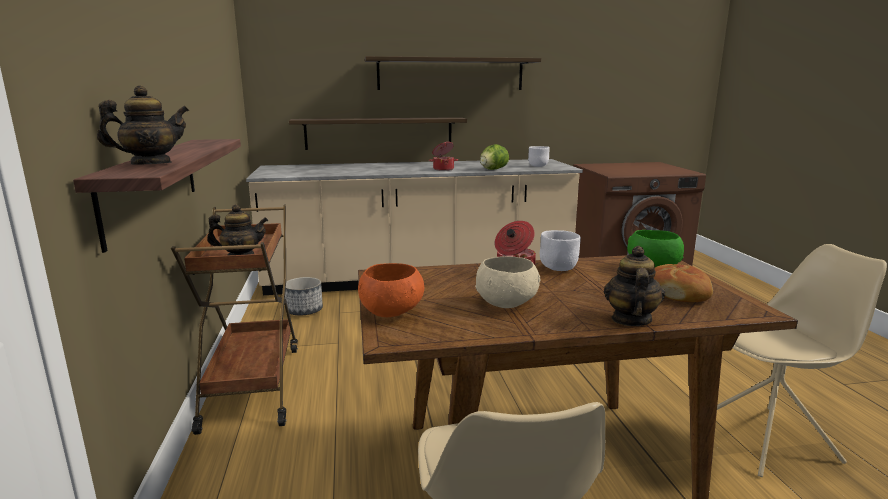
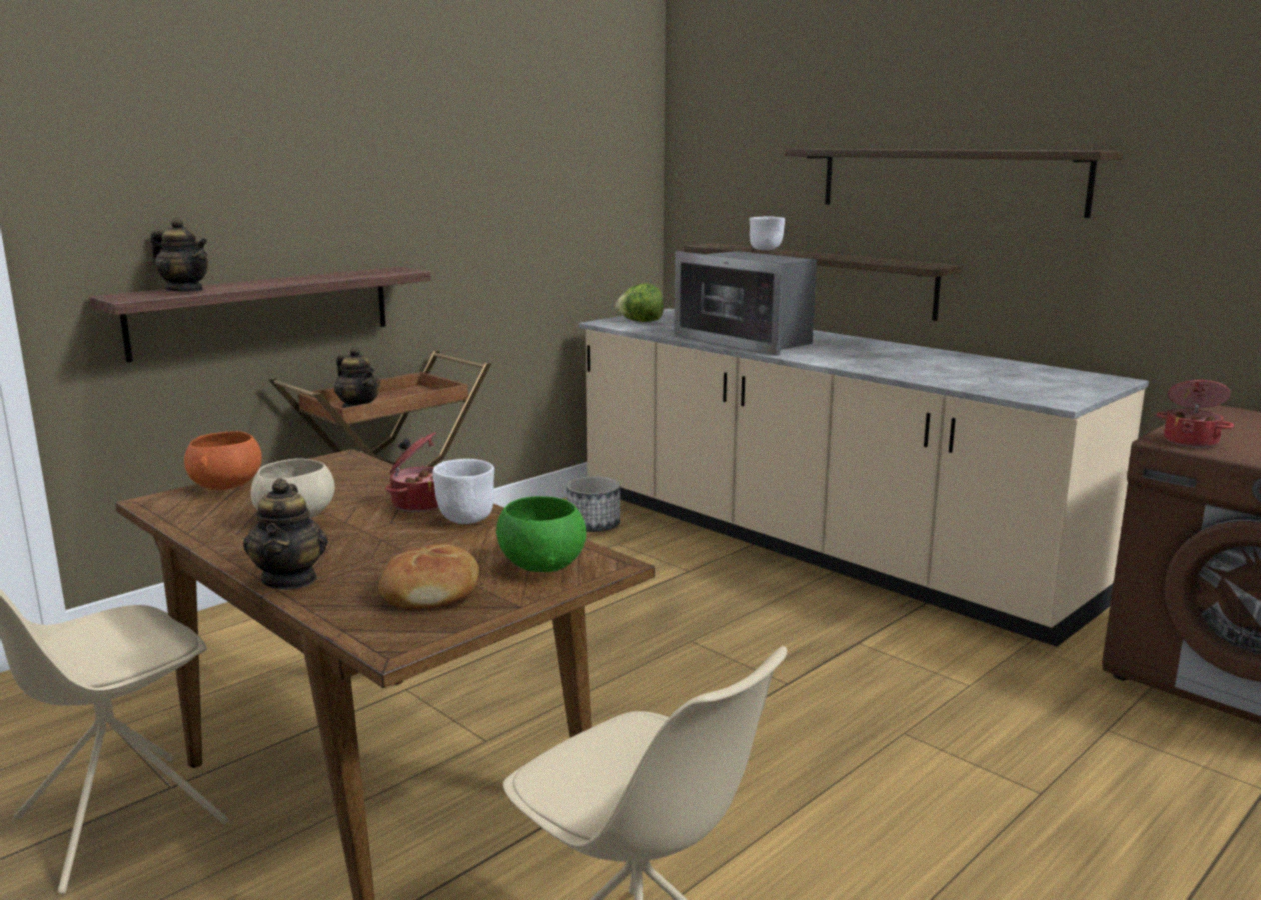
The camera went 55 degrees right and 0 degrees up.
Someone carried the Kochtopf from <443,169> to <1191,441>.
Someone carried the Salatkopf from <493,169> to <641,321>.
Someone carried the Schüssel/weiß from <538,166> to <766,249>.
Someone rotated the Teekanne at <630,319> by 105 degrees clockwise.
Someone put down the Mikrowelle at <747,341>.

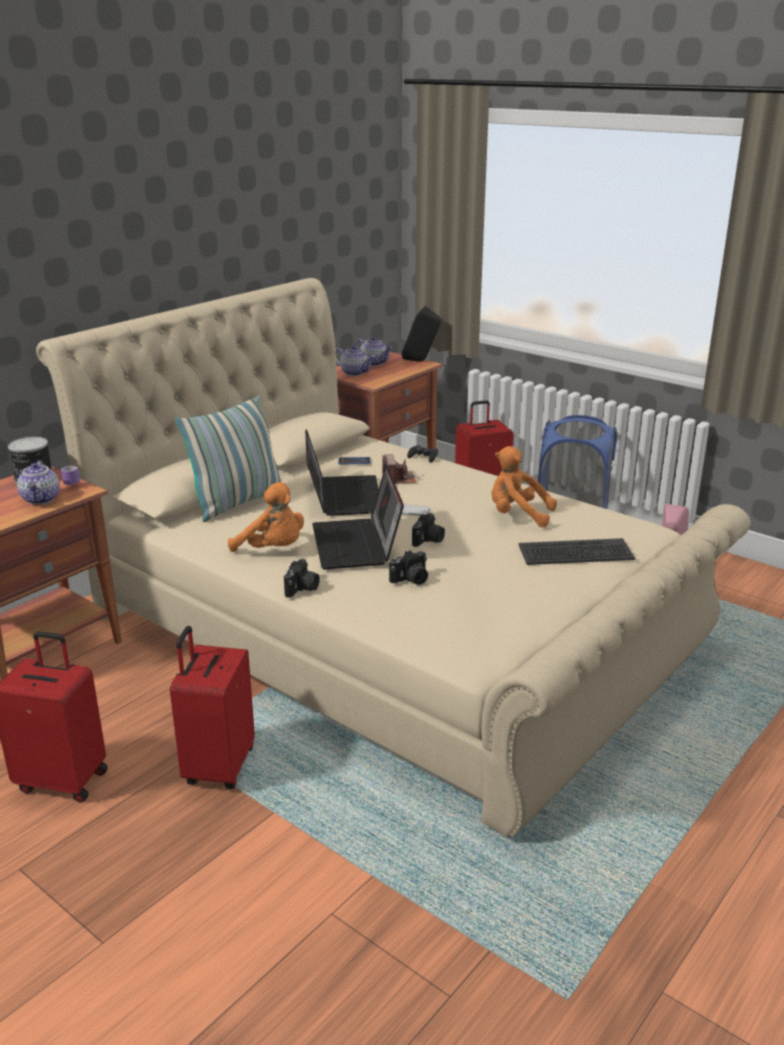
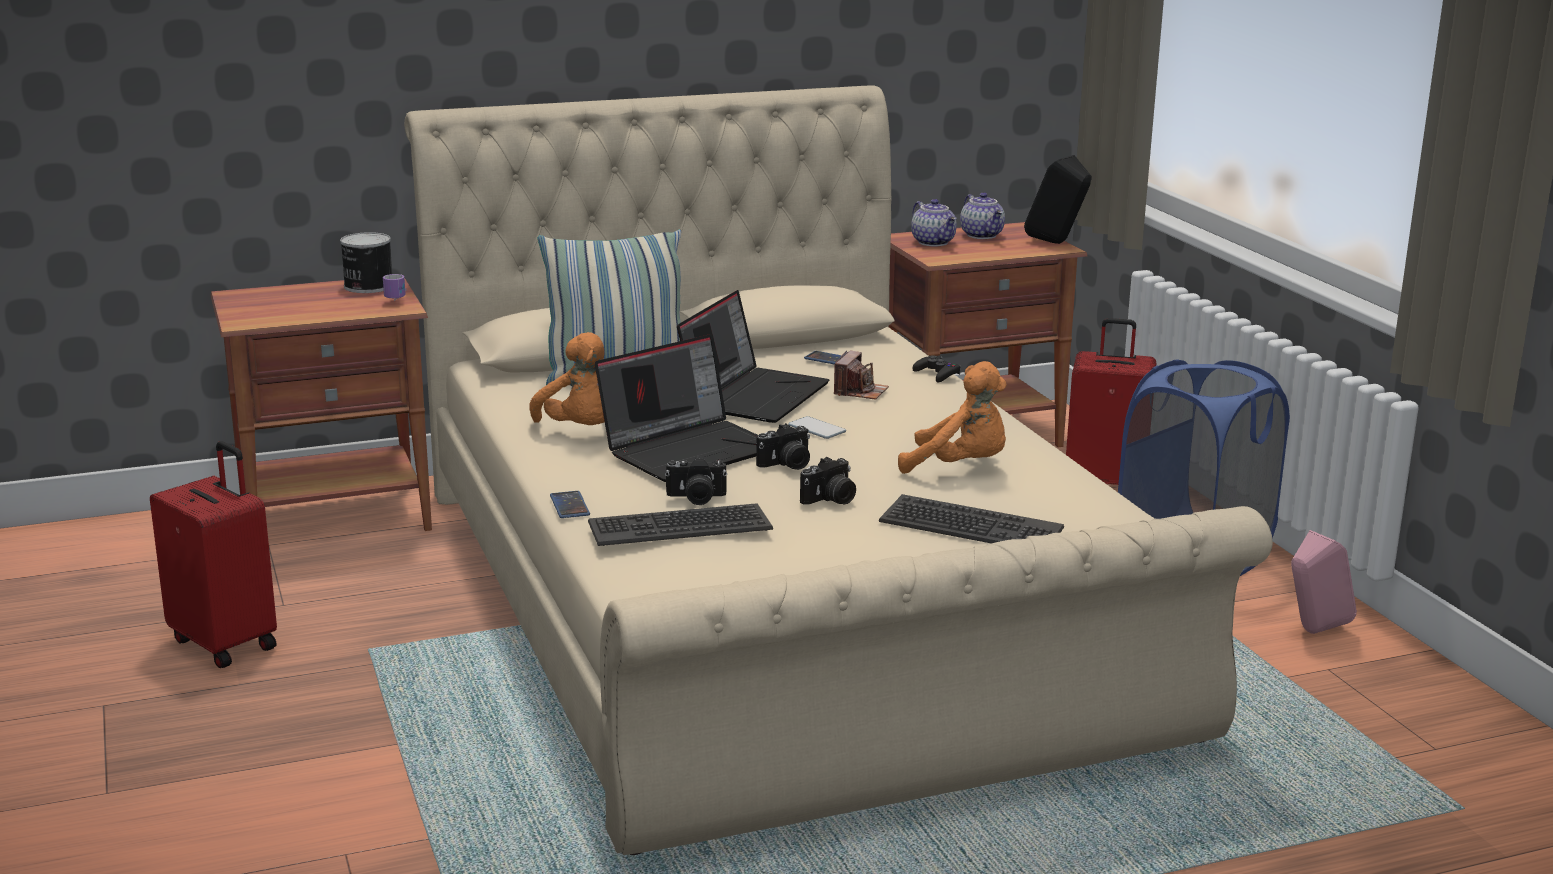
The camera went 30 degrees right and 5 degrees down.
Someone rotated the Plüschtier/orange at <517,515> by 150 degrees clockwise.
Someone took away the Teekanne at <42,499>.
Someone rotated the Laptop at <357,545> by 150 degrees counterclockwise.
Someone carried the Kamera from <302,589> to <830,500>.
Someone took away the Koffer/rot at <218,767>.
Someone put down the Handy at <569,505>.
Someone put down the Tastatur at <679,526>.

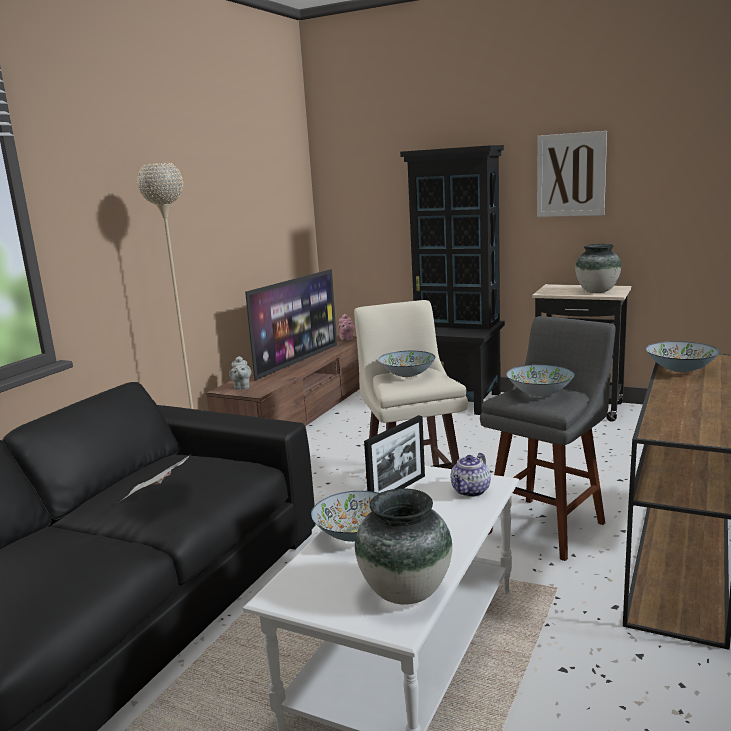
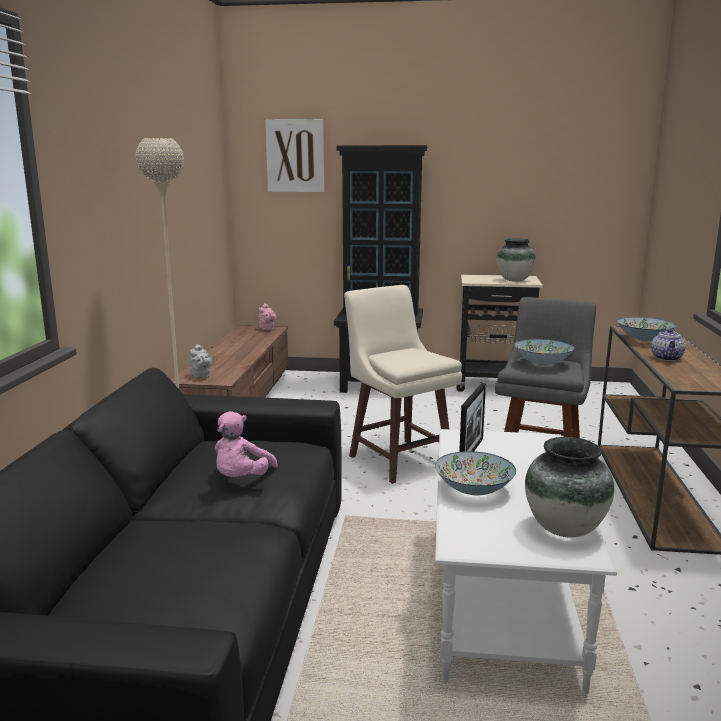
The camera went 20 degrees left and 0 degrees up.
Someone carried the Bild from <571,175> to <295,156>.
Someone took away the Fernseher at <297,361>.
Someone took away the Schüssel at <407,374>.
Someone carried the Teekanne from <470,491> to <667,358>.
Someone swapped the Zeitung at <157,497> for the Plüschtier/rosa at <241,479>.

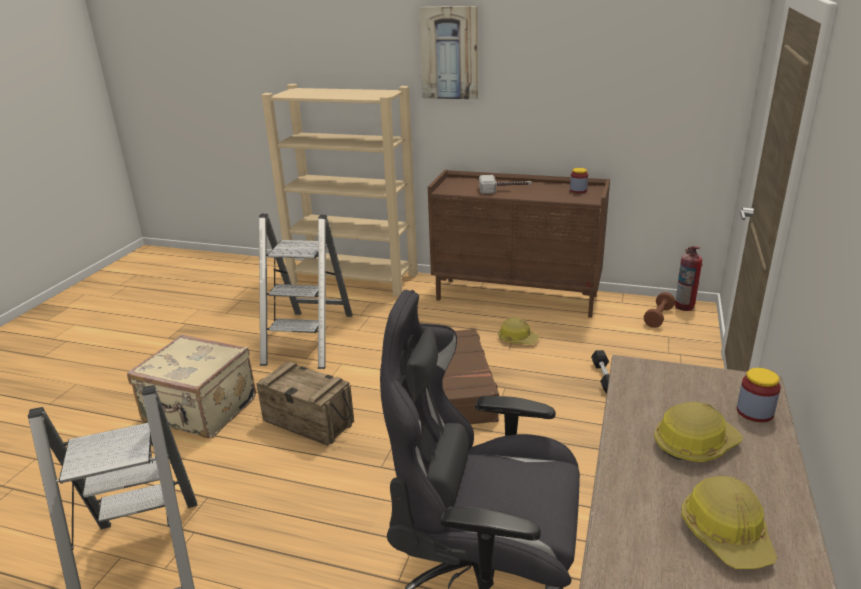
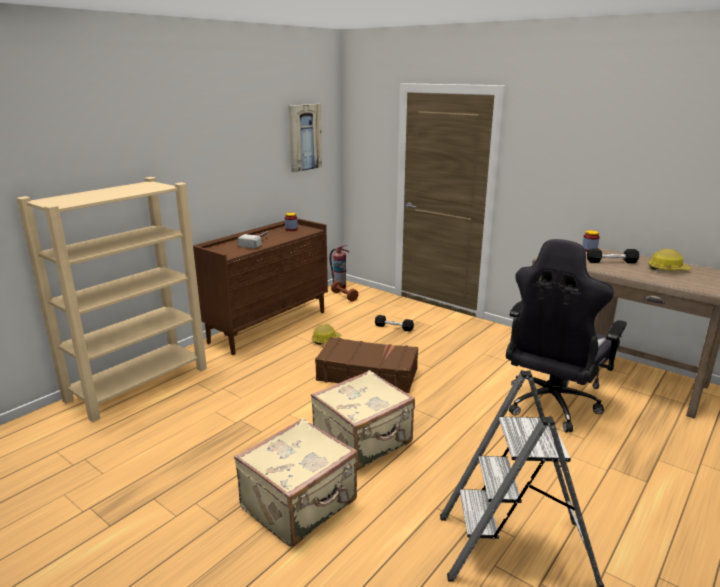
The camera went 70 degrees left and 5 degrees down.
Someone carried the Bild from <449,53> to <304,137>.
Someone took away the Trittleiter/grau at <309,338>.
Someone swapped the Kiste at <309,421> for the Koffer/beige at <364,442>.
Someone swapped the Schutzhelm at <694,444> for the Hantel/schwarz at <611,261>.

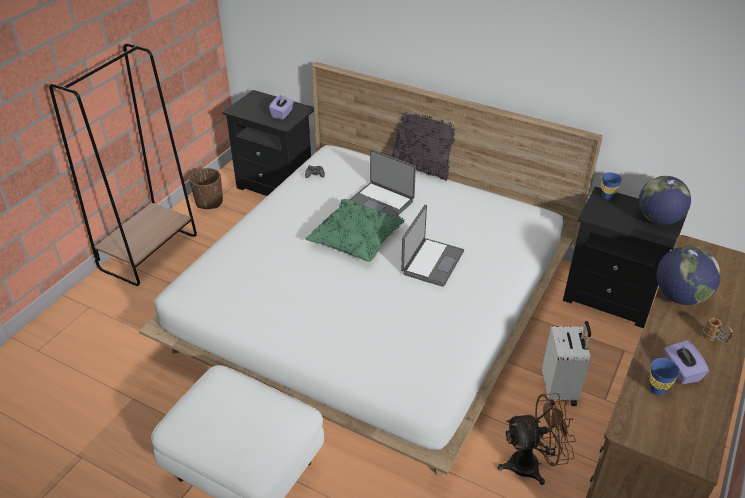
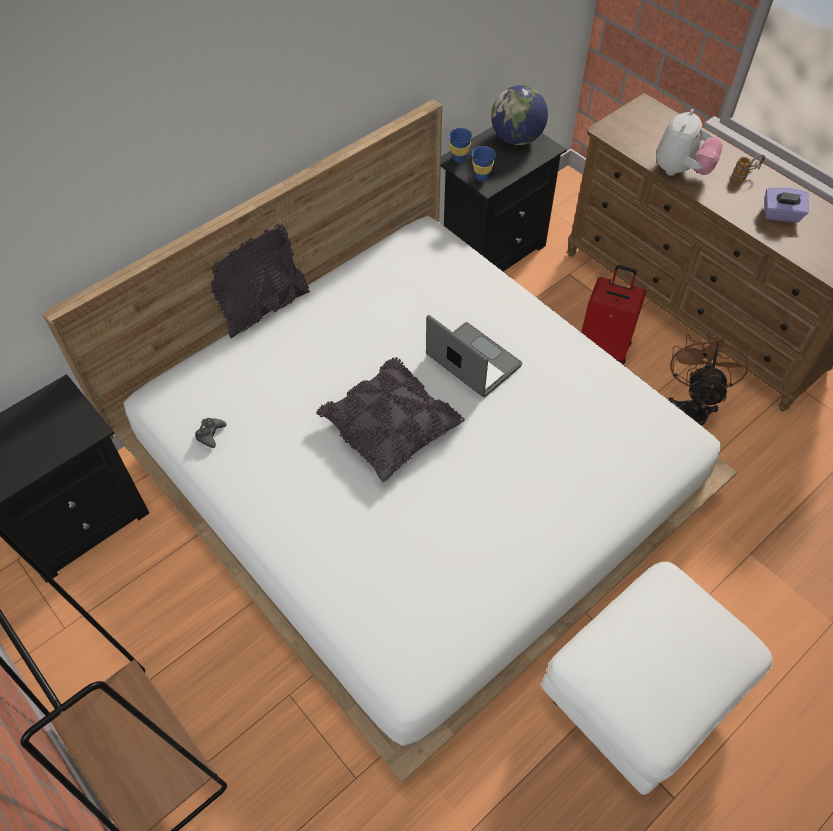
The camera went 70 degrees left and 15 degrees up.
Someone took away the Taschentuchbox/lila at <282,114>.
Someone took away the Laptop at <382,201>.
Someone took away the Pflanzkübel/braun at <209,202>.
Someone repainted the Kissen/grün at <356,239>, which became the Kissen/schwarz at <390,426>.
Someone swapped the Globus at <680,296> for the Plüschtier at <681,171>.
Someone repainted the Koffer/weiß at <560,389>, which became the Koffer/rot at <604,347>.
Someone carried the Tasse/blau from <657,390> to <481,177>.

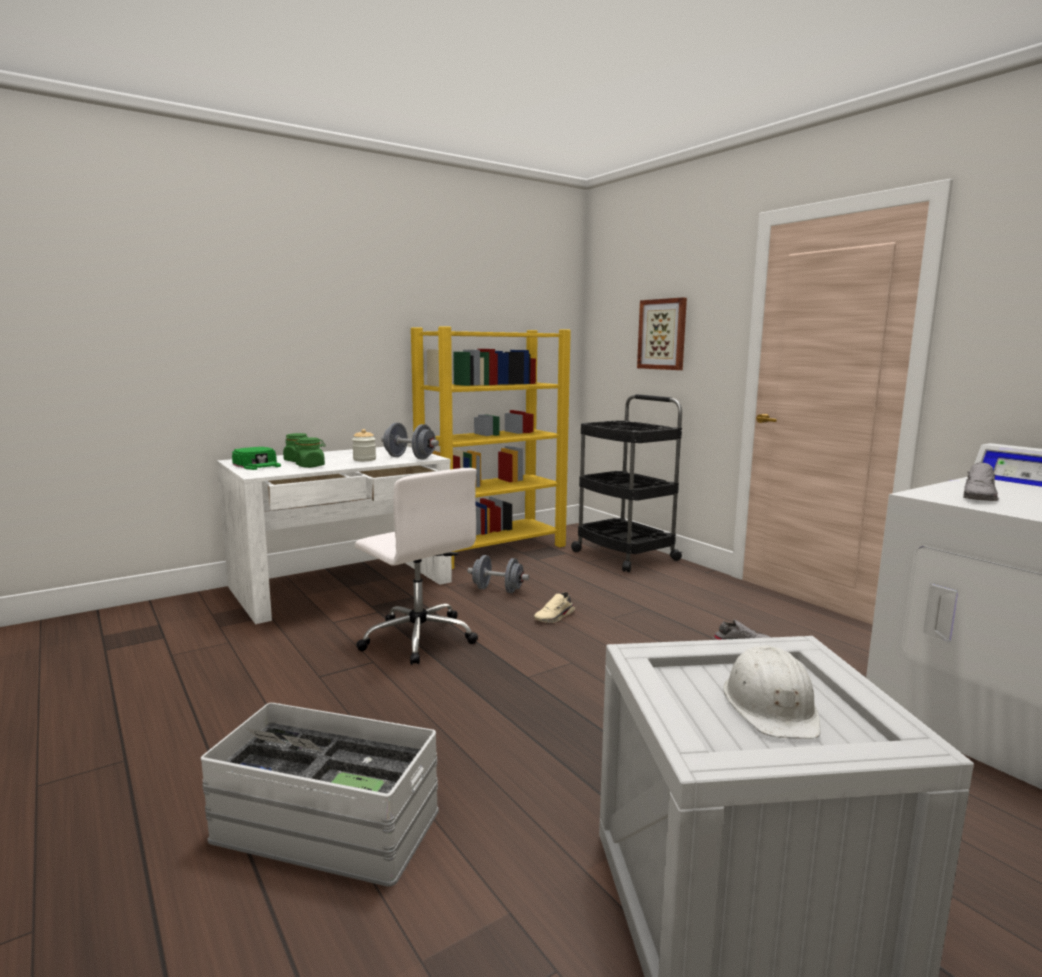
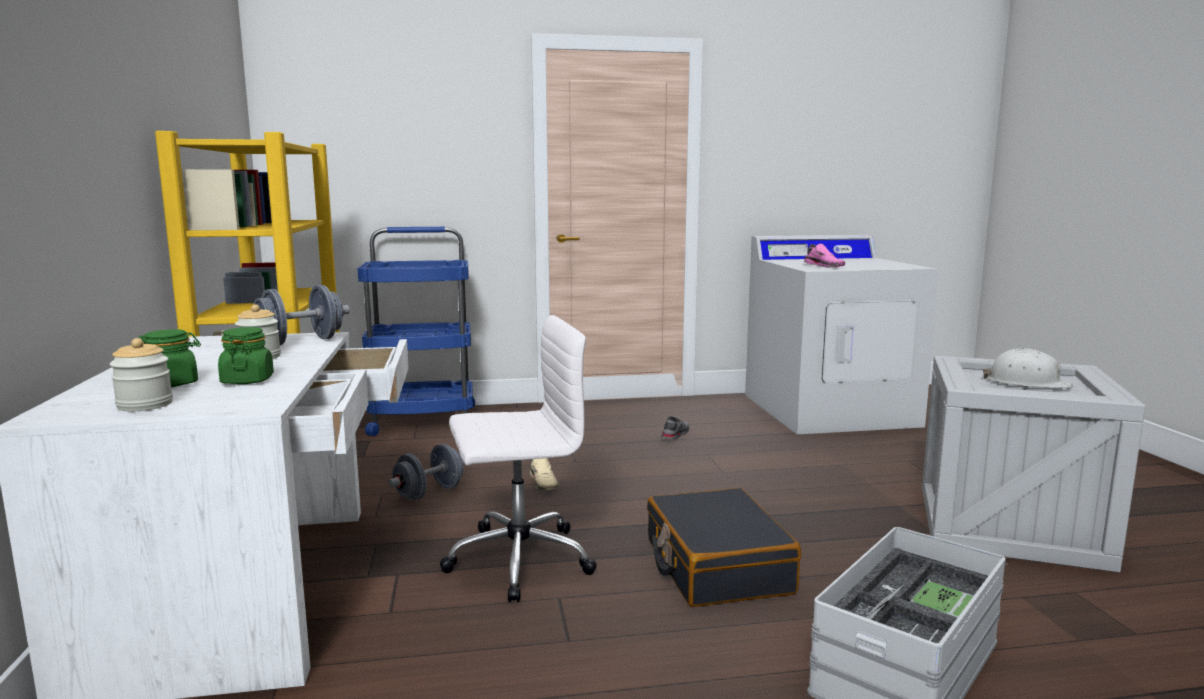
The camera went 65 degrees left and 0 degrees up.
Someone took away the Bild at <662,334>.
Someone repainted the Rollwagen/schwarz at <624,555>, which became the Rollwagen/blau at <423,421>.
Someone swapped the Kappe/grün at <257,464> for the Vorratsglas at <145,405>.
Someone repainted the Schuh/grau at <980,497>, which became the Schuh/rosa at <825,266>.
Someone put down the Koffer/schwarz at <716,566>.

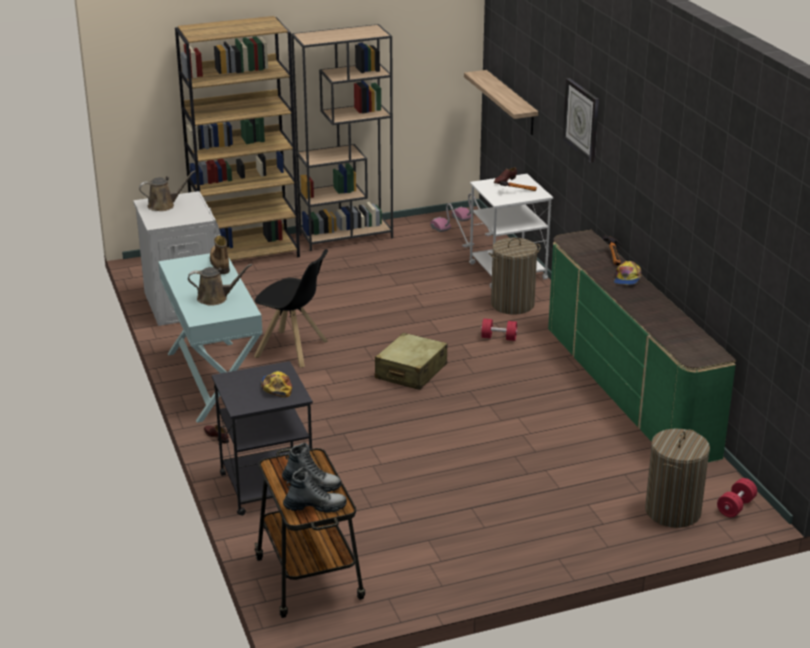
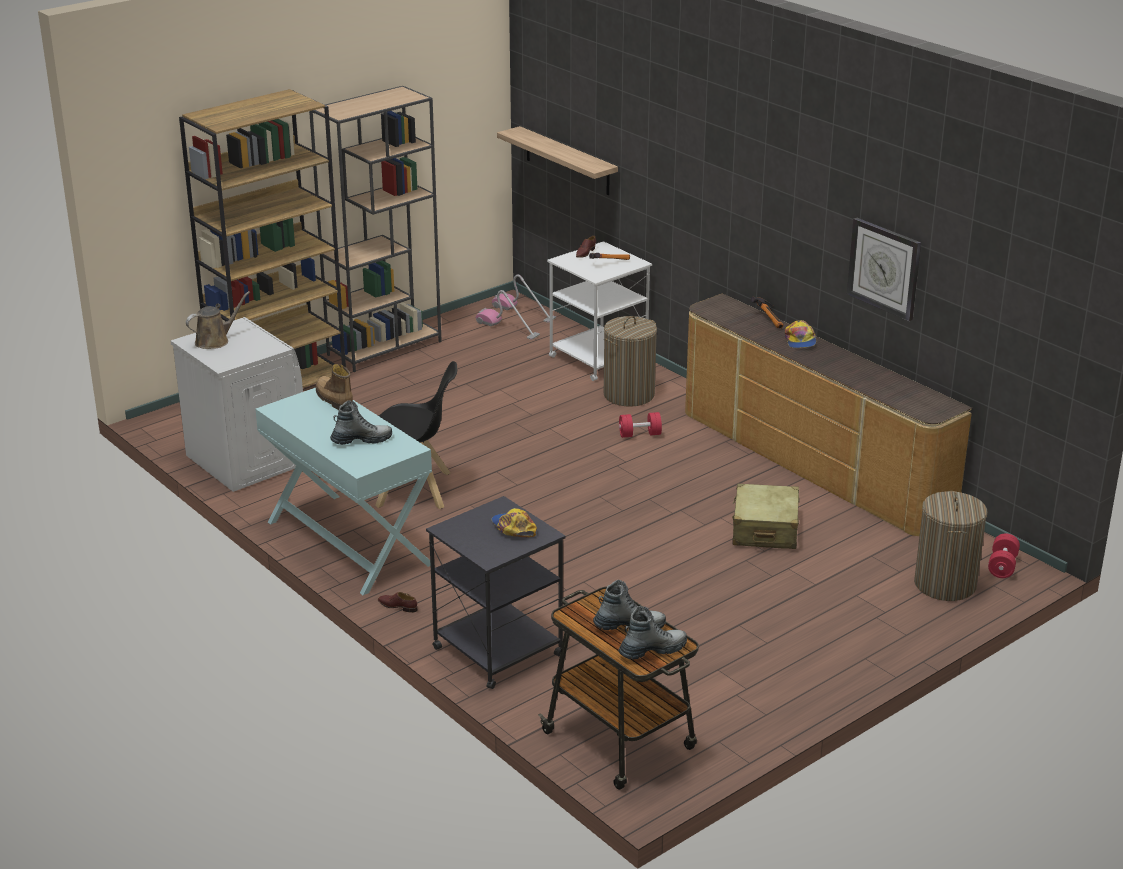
The camera went 20 degrees left and 0 degrees up.
Someone carried the Wanduhr from <582,119> to <884,268>.
Someone repainted the Schrank/grün at <626,387>, which became the Schrank/braun at <811,463>.
Someone swapped the Gießkanne/braun at <215,298> for the Stiefel at <361,440>.
Someone carried the Koffer/beige from <411,372> to <765,529>.

